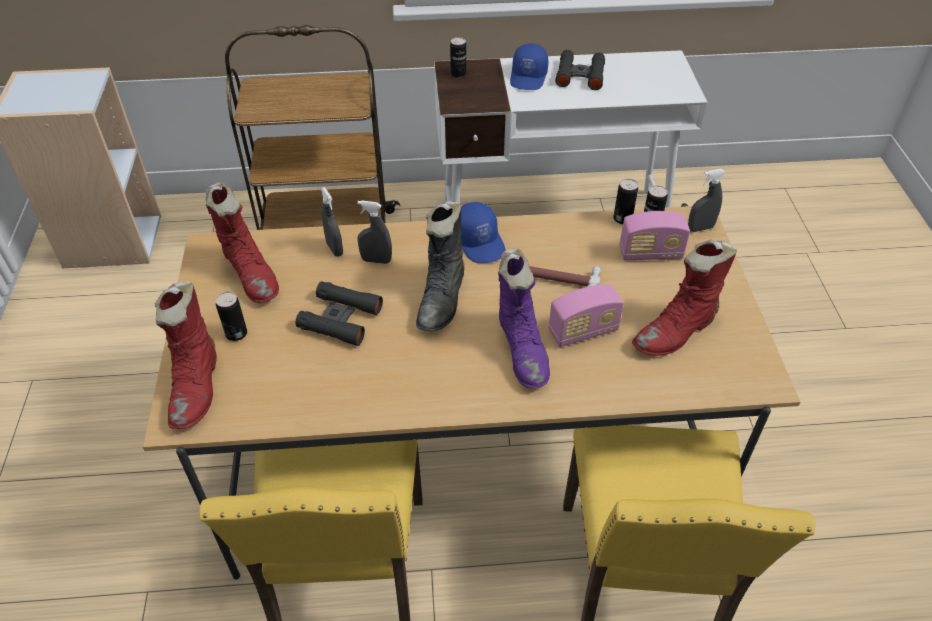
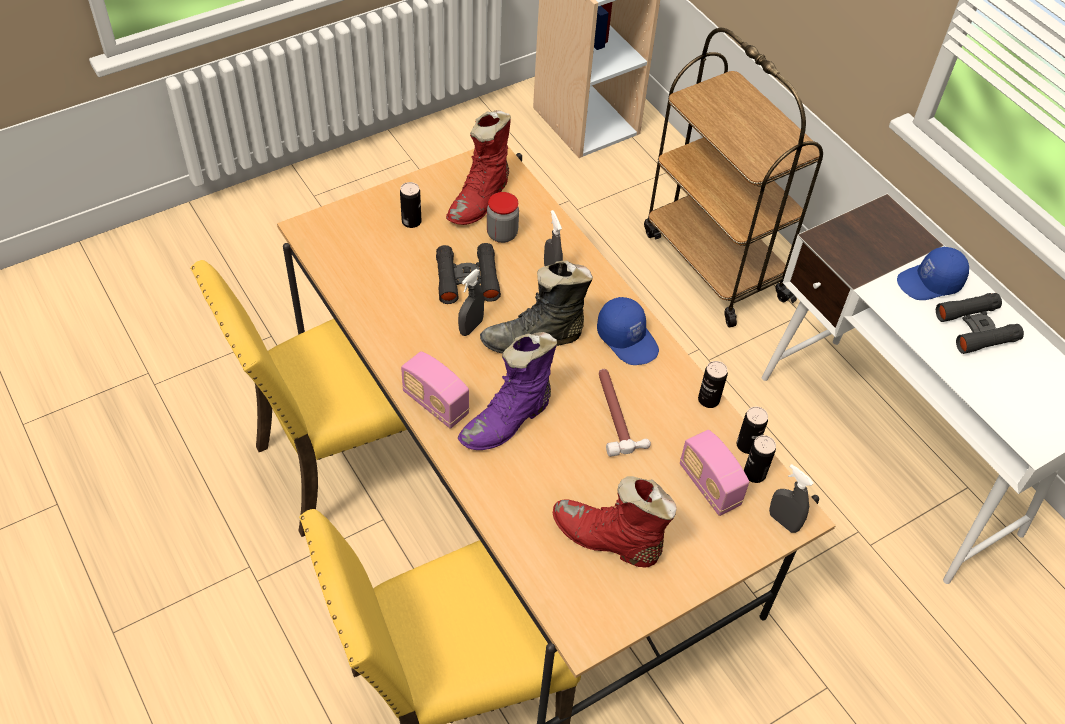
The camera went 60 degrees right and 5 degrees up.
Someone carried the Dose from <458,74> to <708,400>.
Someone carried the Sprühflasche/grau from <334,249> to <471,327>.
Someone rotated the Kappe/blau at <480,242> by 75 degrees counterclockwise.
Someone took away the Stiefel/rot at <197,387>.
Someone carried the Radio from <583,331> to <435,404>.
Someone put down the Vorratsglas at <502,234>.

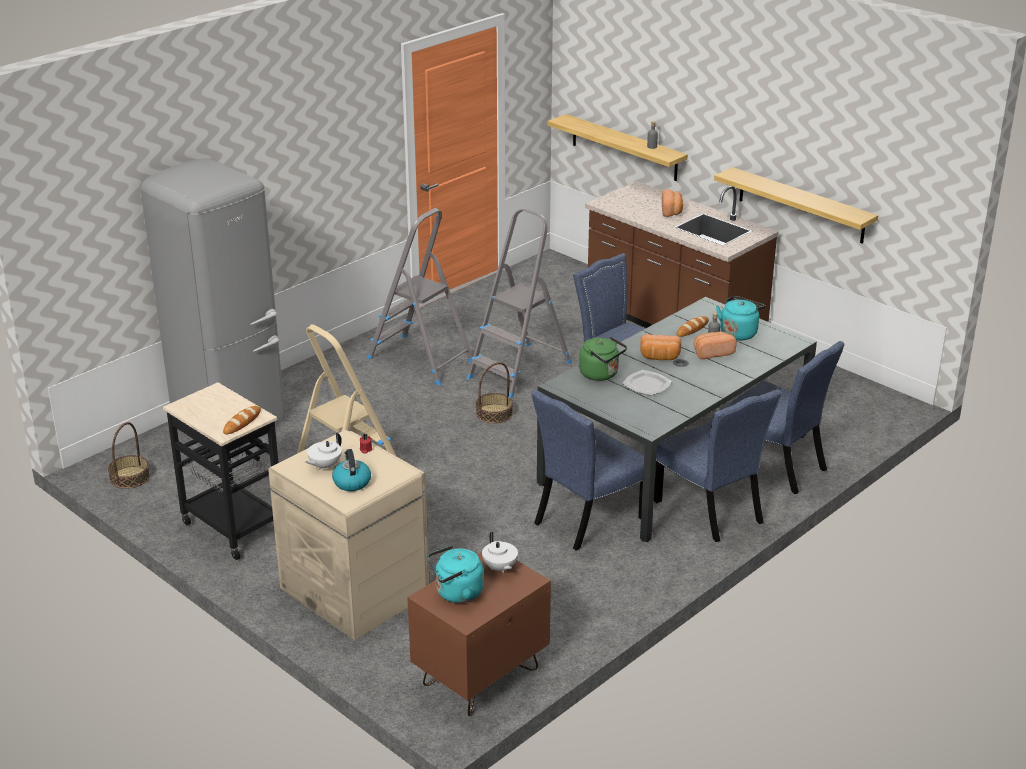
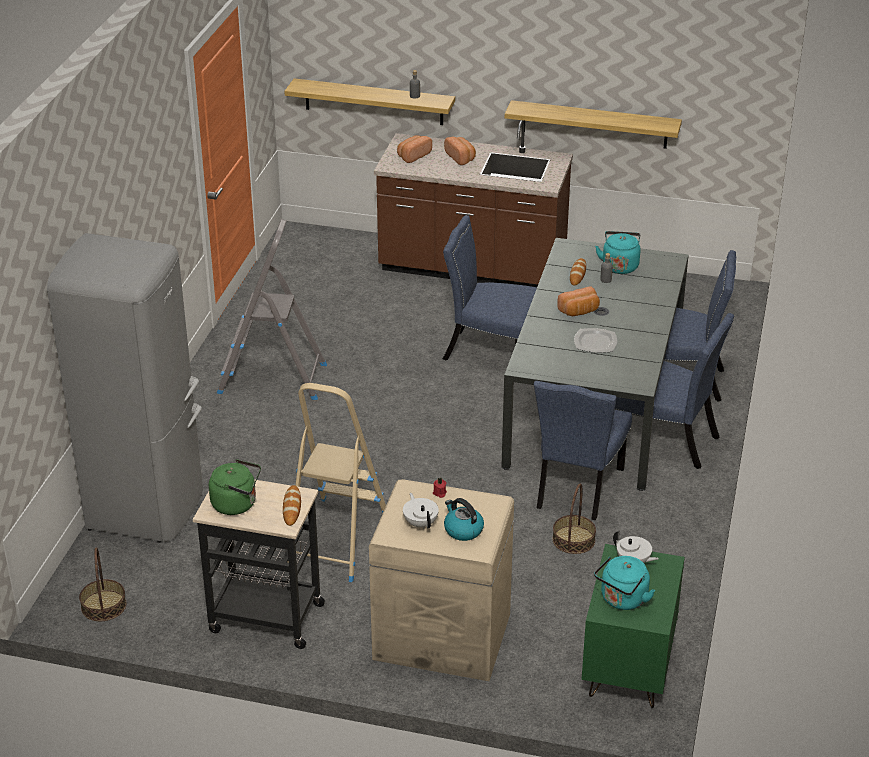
The camera went 30 degrees left and 5 degrees up.
Someone took away the Trittleiter/grau at <519,370>.
Someone carried the Brot from <712,353> to <413,156>.
Someone carried the Wasserkessel/grün from <601,374> to <237,504>.
Someone carried the Korb from <494,413> to <573,539>.
Someone rotated the Teekanne/weiß at <324,466> by 150 degrees clockwise.
Someone repainted the Nachttisch/braun at <480,678>, which became the Nachttisch/grün at <628,670>.

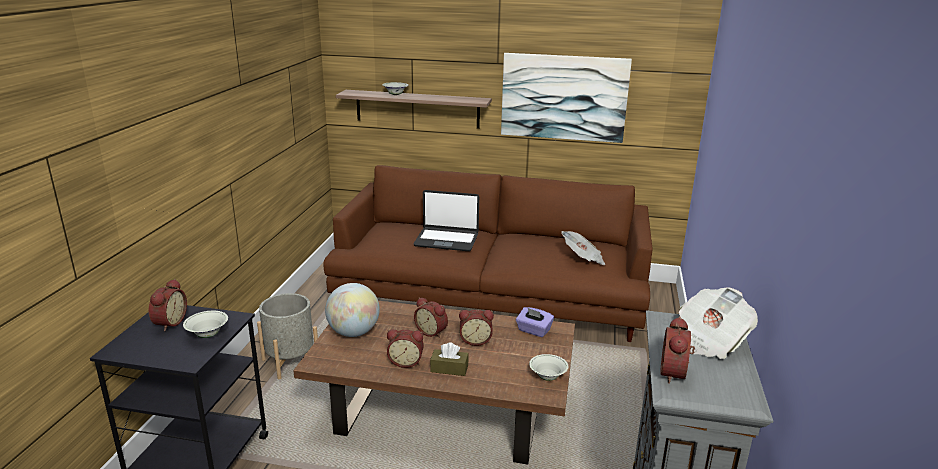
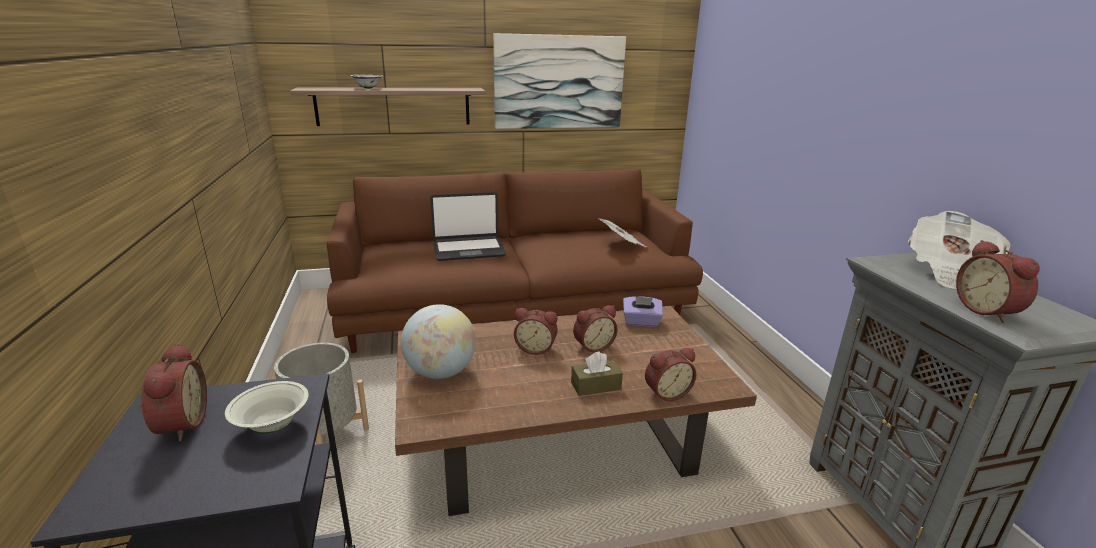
The camera went 25 degrees left and 0 degrees up.
Someone carried the Wecker from <406,361> to <666,393>.
Someone took away the Schüssel/weiß at <547,377>.

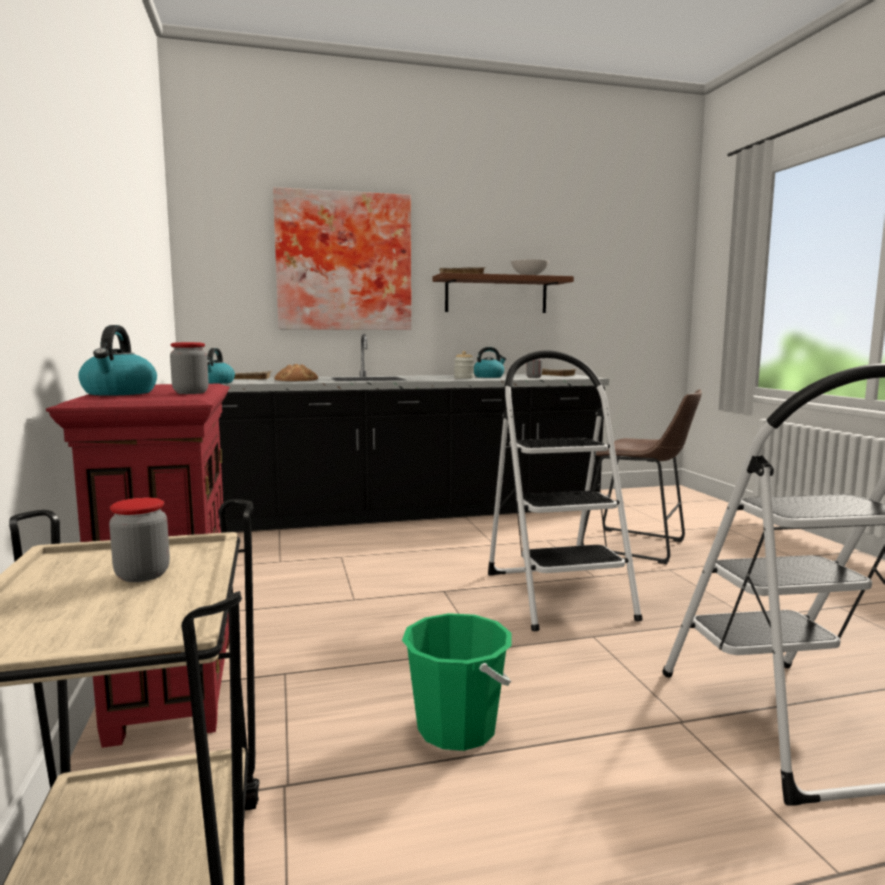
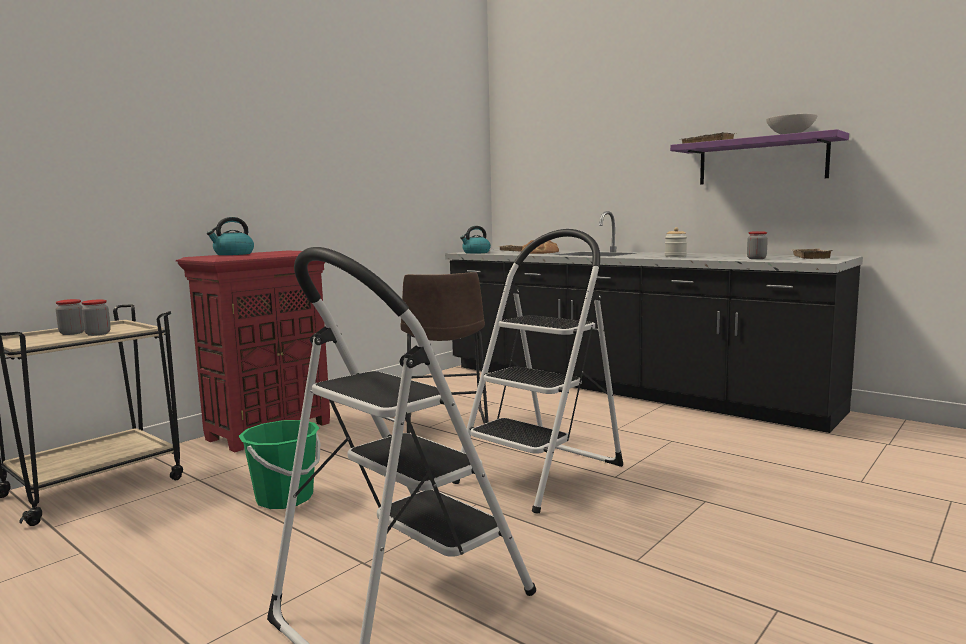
The camera went 55 degrees right and 0 degrees up.
Someone took away the Bild at <344,262>.
Someone repainted the Wandregal/braun at <496,295>, which became the Wandregal/lila at <761,161>.
Someone carried the Vorratsglas from <190,393> to <72,333>.
Someone took away the Wasserkessel at <489,377>.
Someone carried the Hocker/braun from <639,547> to <445,424>.

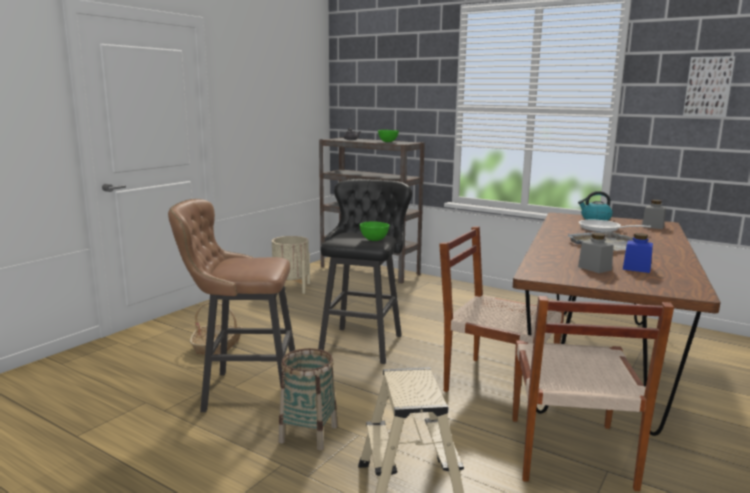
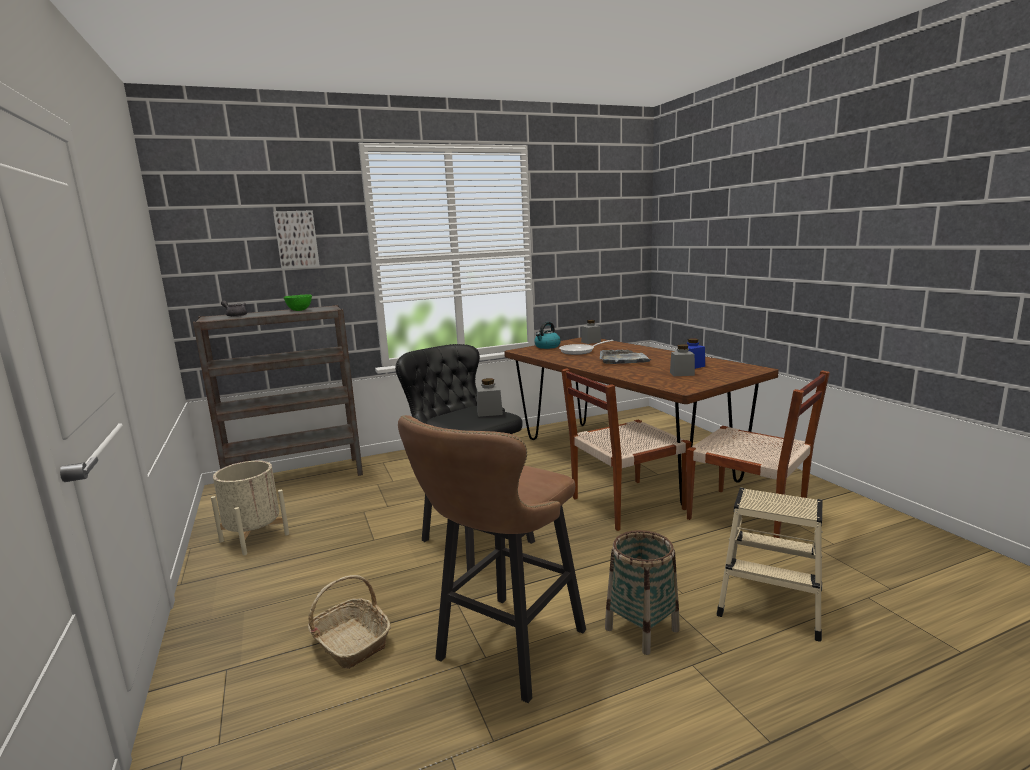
The camera went 55 degrees left and 0 degrees up.
Someone carried the Bild from <708,87> to <296,239>.
Someone swapped the Schüssel/grün at <373,240> for the Vorratsglas/grau at <489,412>.

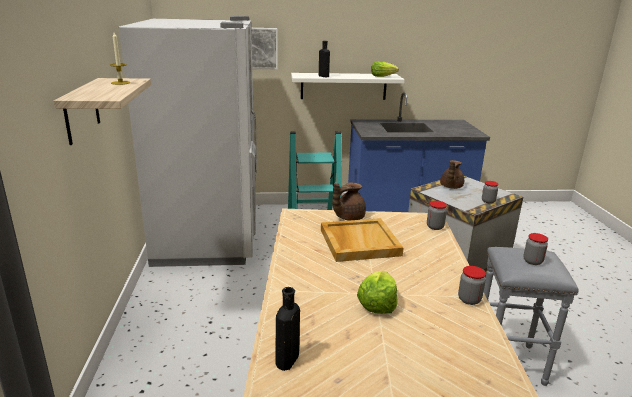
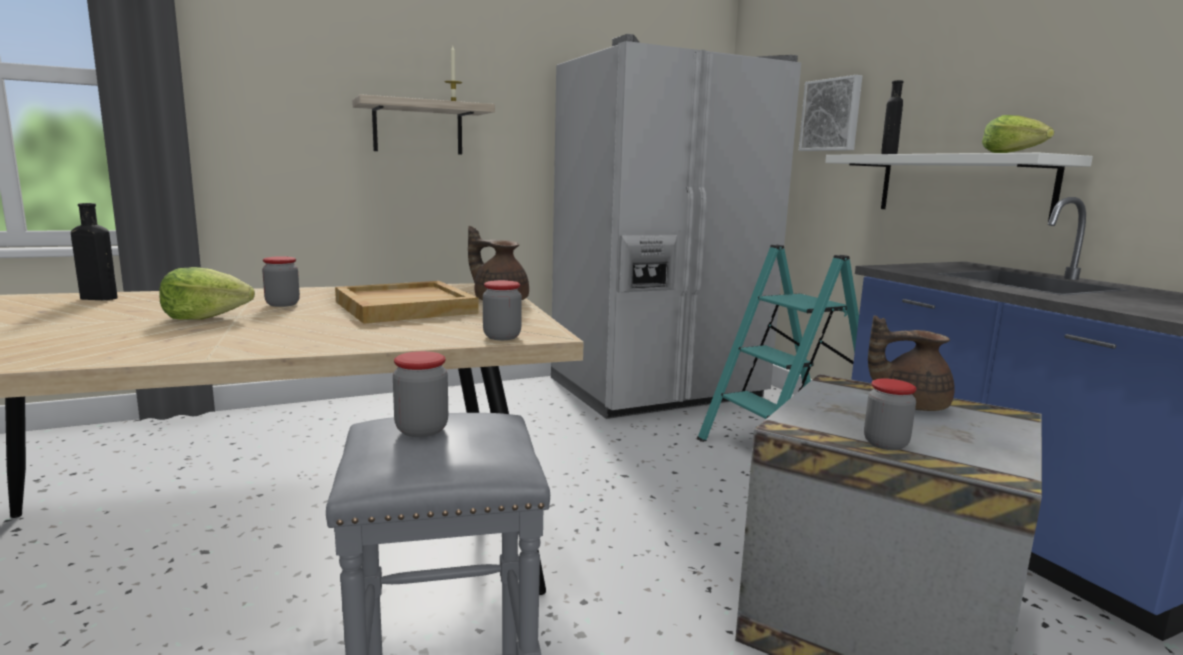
The camera went 70 degrees right and 10 degrees down.
Someone carried the Vorratsglas from <469,299> to <282,304>.

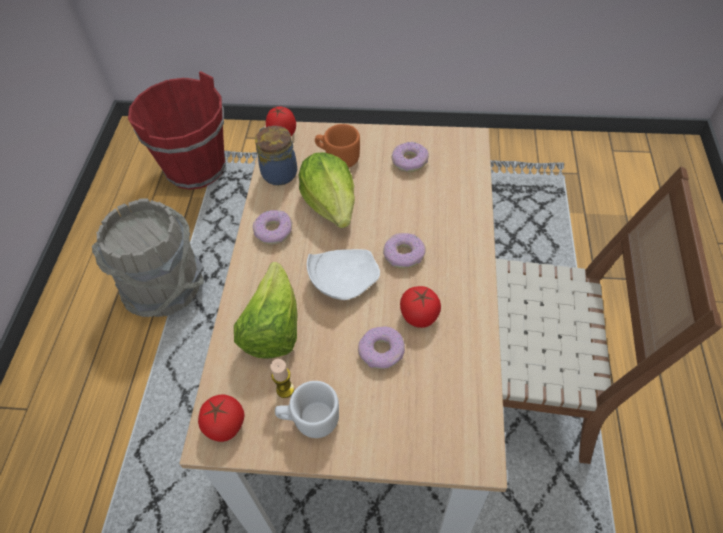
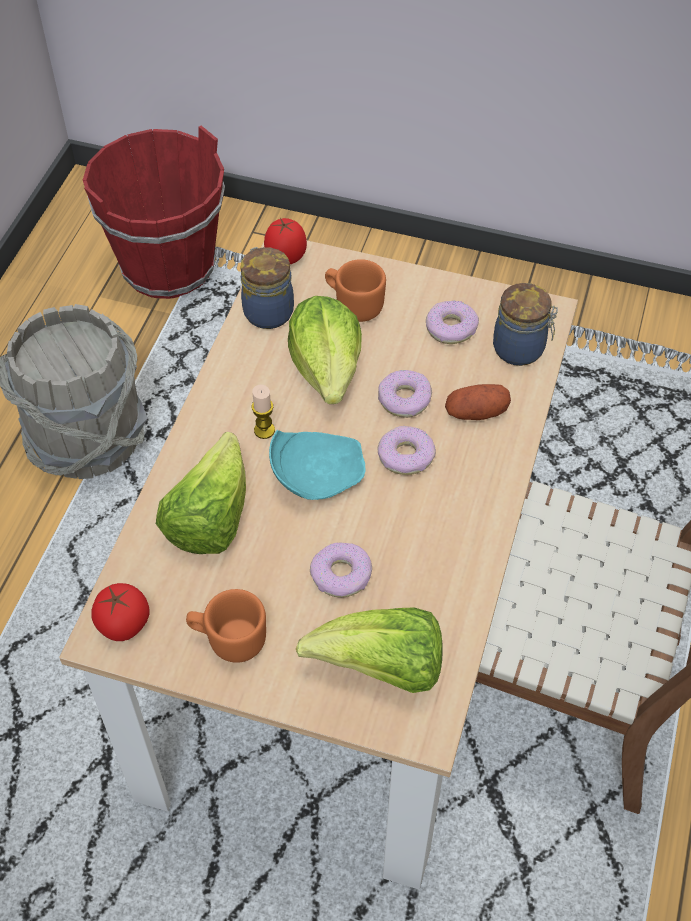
The camera went 10 degrees right and 0 degrees up.
Someone carried the Donut from <273,231> to <404,399>.
Someone repainted the Teller/weiß at <342,280>, which became the Teller/türkis at <316,473>.
Someone took away the Tomate at <419,315>.
Someone carried the Kerze from <285,389> to <264,430>.
Someone repainted the Henkelbecher/weiß at <309,419>, which became the Henkelbecher/orange at <228,638>.
Someone put down the Vorratsglas at <520,349>.
Someone put down the Kartoffel at <476,412>.
Someone put down the Salatkopf at <381,668>.

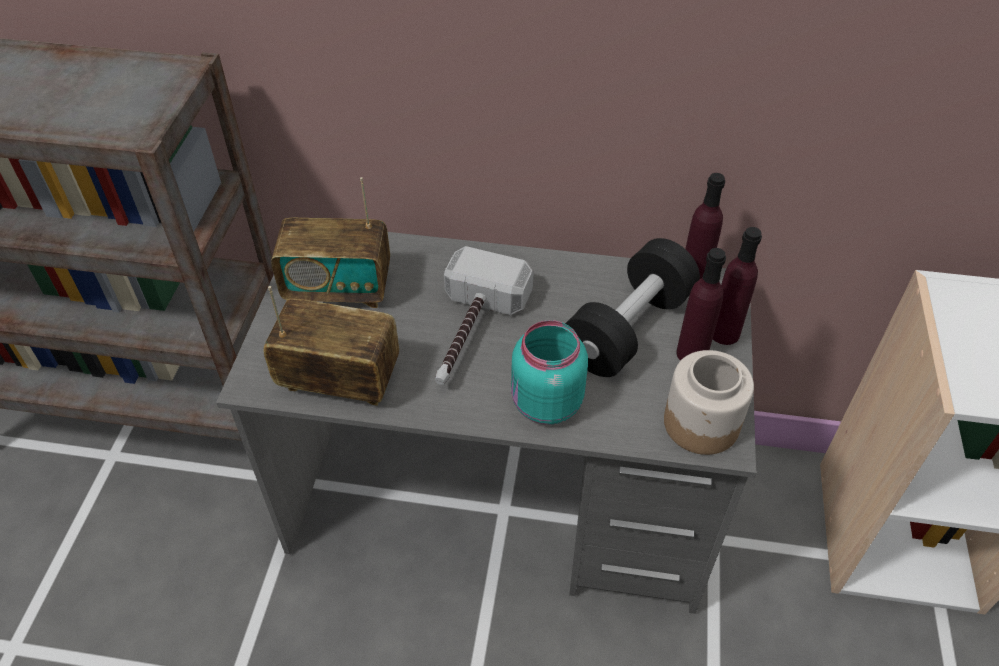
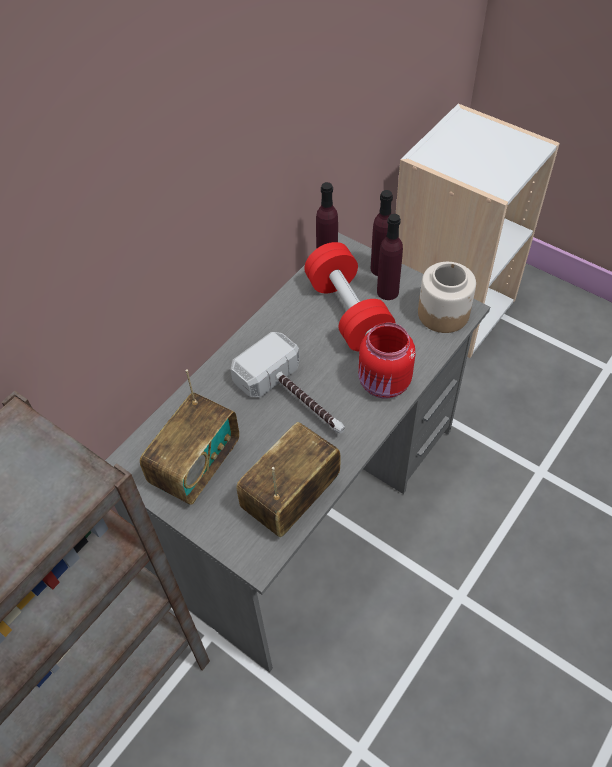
The camera went 60 degrees left and 5 degrees up.
Someone repainted the Hantel/schwarz at <628,329>, which became the Hantel/rot at <348,313>.
Someone repainted the Vorratsglas/türkis at <544,404>, which became the Vorratsglas/rot at <384,384>.

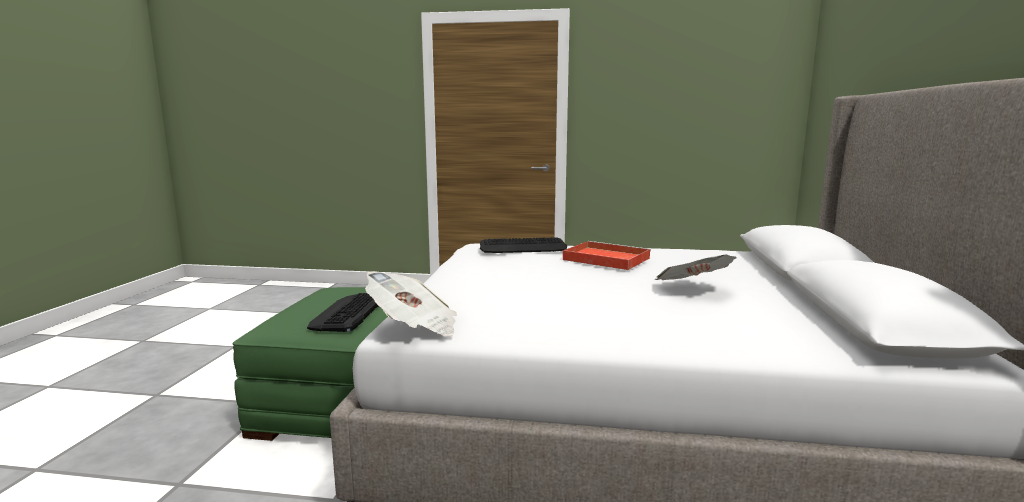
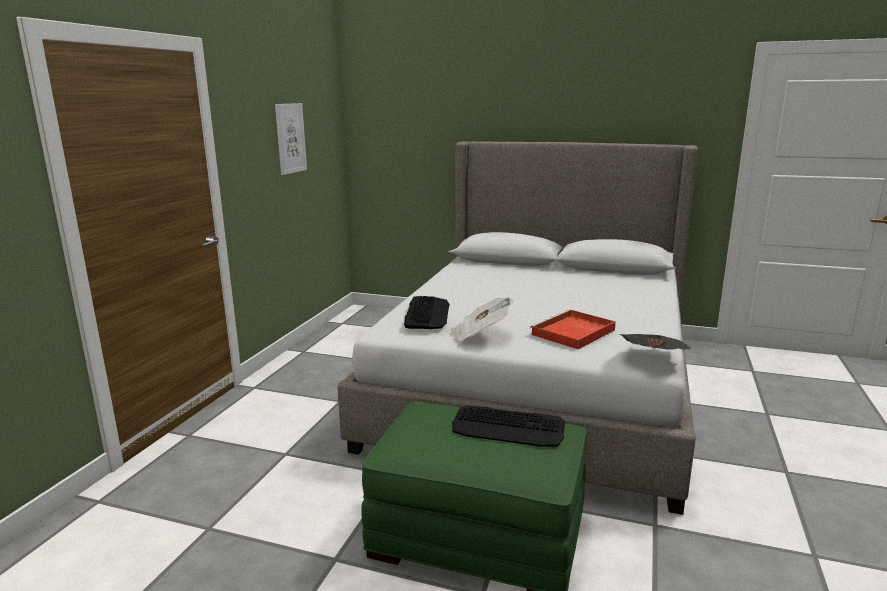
The camera went 80 degrees left and 5 degrees up.
Someone carried the Tablett/rot from <604,259> to <572,333>.
Someone carried the Zeitung from <692,288> to <479,334>.
Someone put up the Bild at <290,138>.

